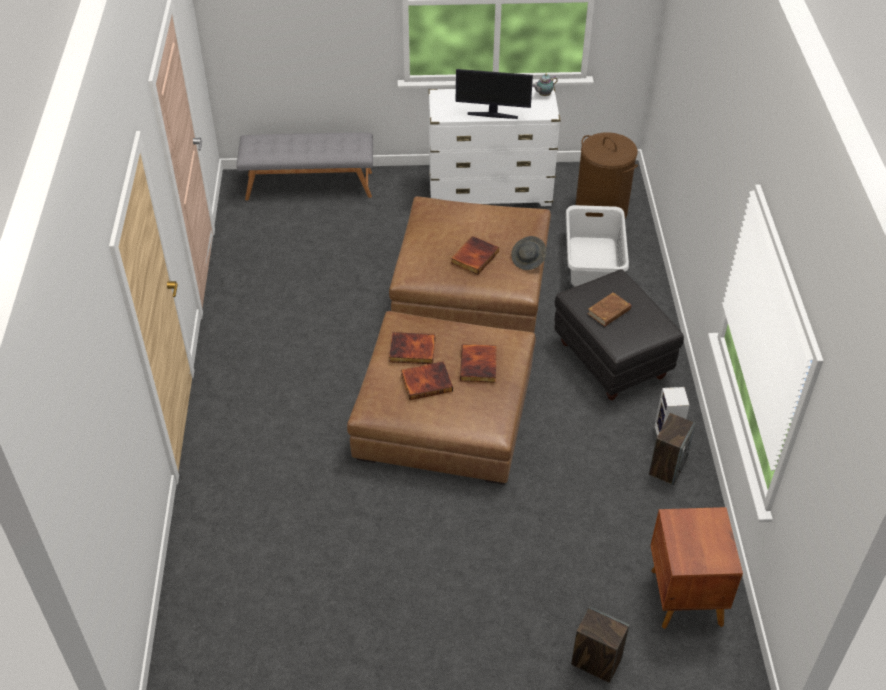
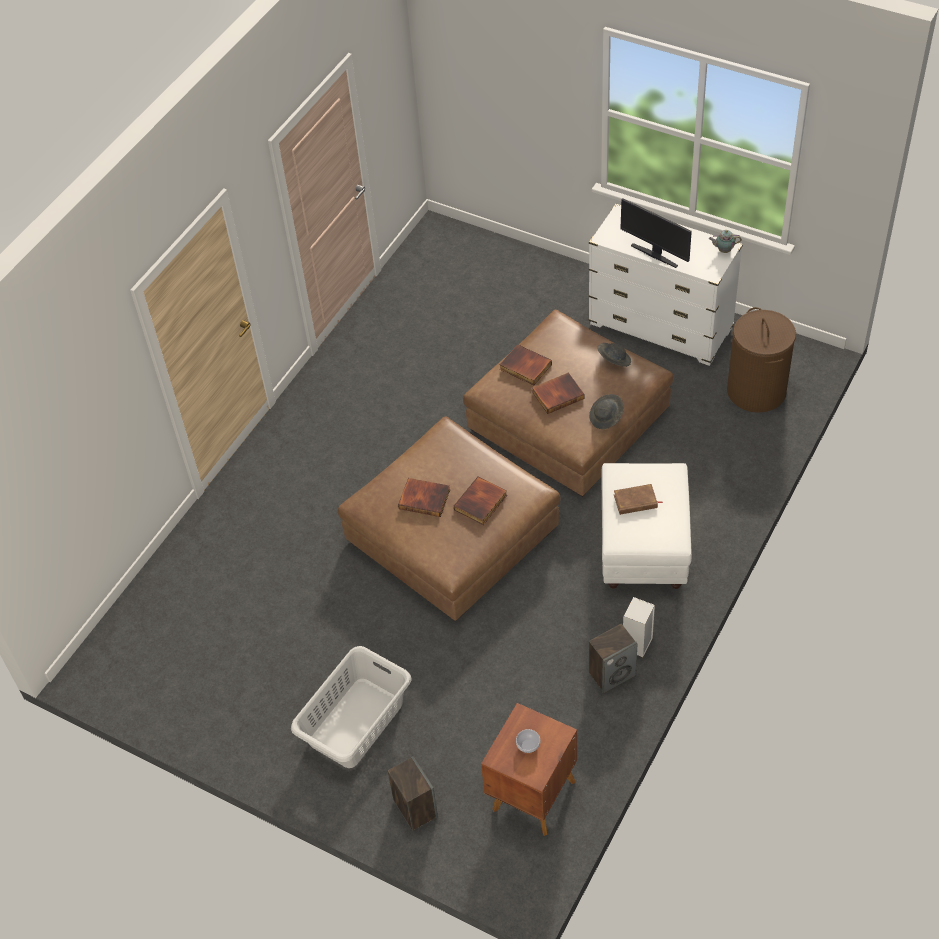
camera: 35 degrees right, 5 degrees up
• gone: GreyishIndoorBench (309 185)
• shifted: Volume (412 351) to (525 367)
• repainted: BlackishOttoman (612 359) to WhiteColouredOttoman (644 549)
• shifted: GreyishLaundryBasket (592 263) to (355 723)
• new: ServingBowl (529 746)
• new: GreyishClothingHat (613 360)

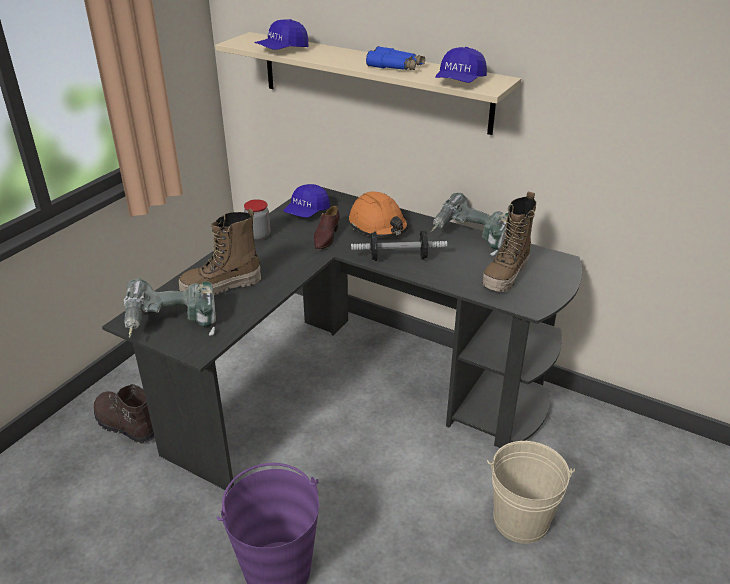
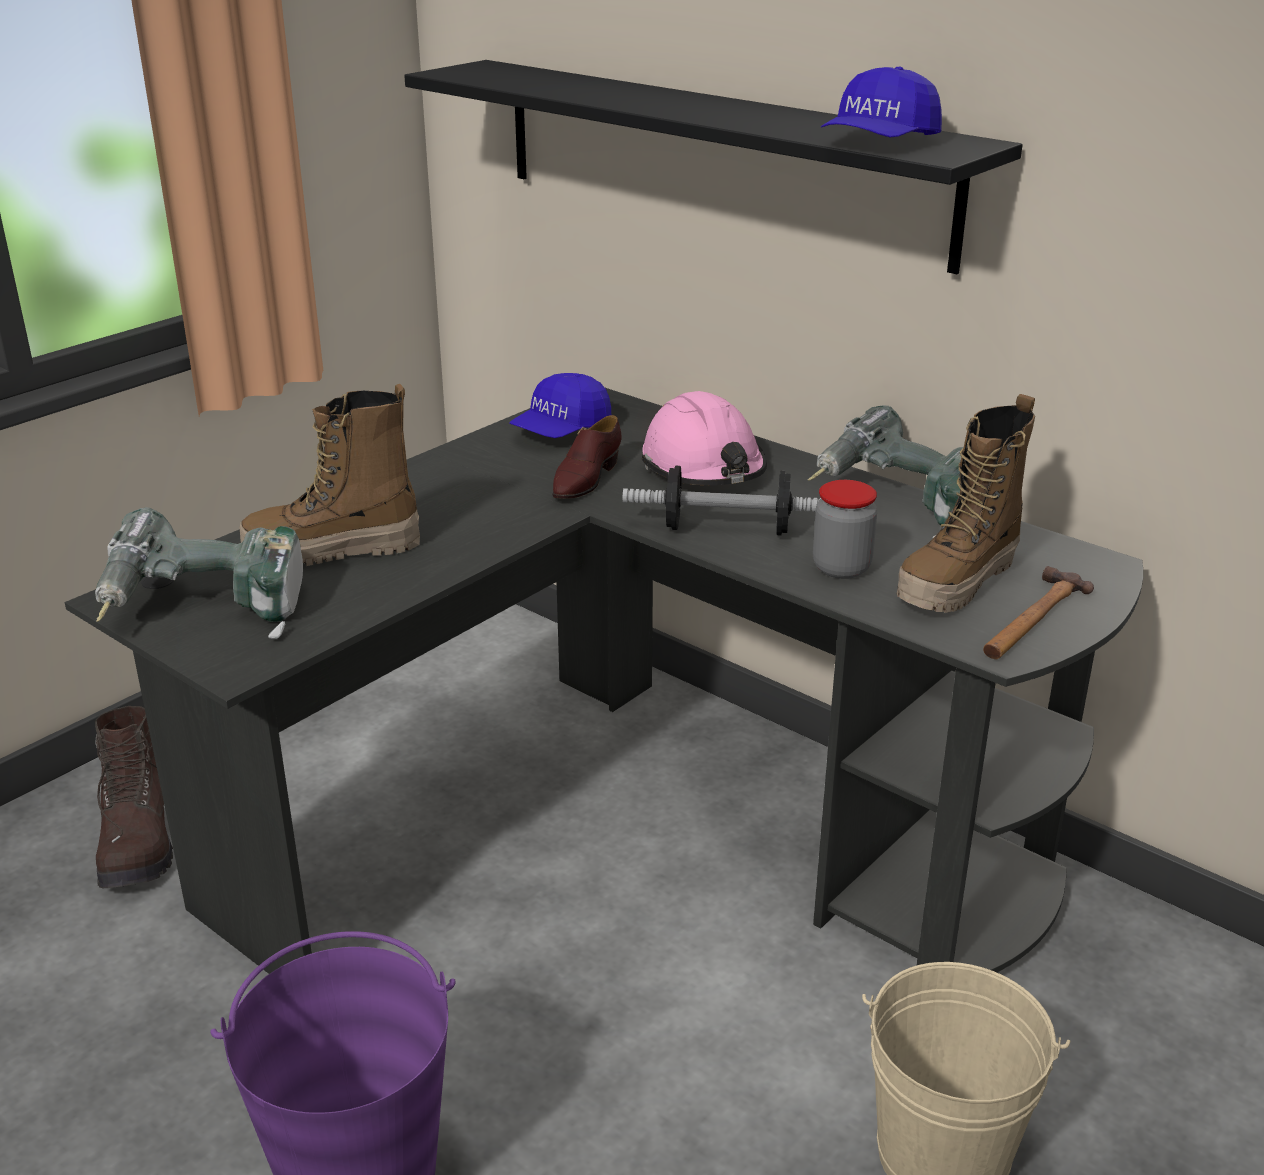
camera: 10 degrees right, 5 degrees down
• rotated: BrownishBoot (126 425) = (139 842) 150 degrees counterclockwise
• repainted: SandColouredWallShelf (373 81) to BlackishWallShelf (717 159)
• shifted: PreserveJar (258 235) to (841 568)
• gone: BluishPeakedCap (282 50)
• repainted: OrangeWorkHelmet (378 226) to PinkishWorkHelmet (704 468)
• gone: BluishFieldGlasses (396 67)
• new: HandHammer (1031 619)

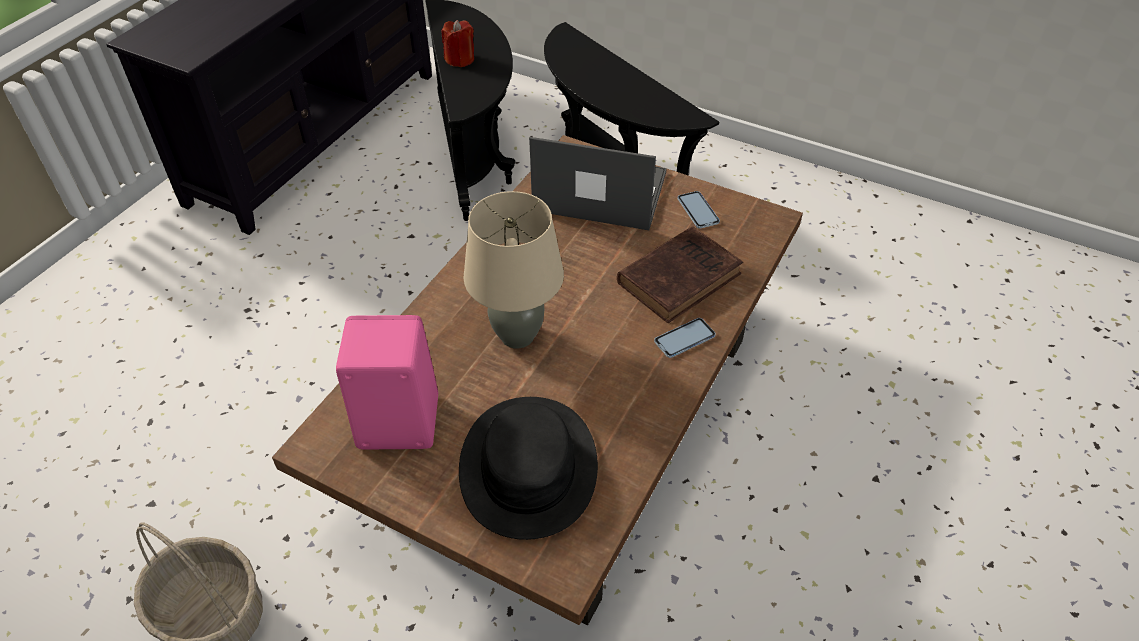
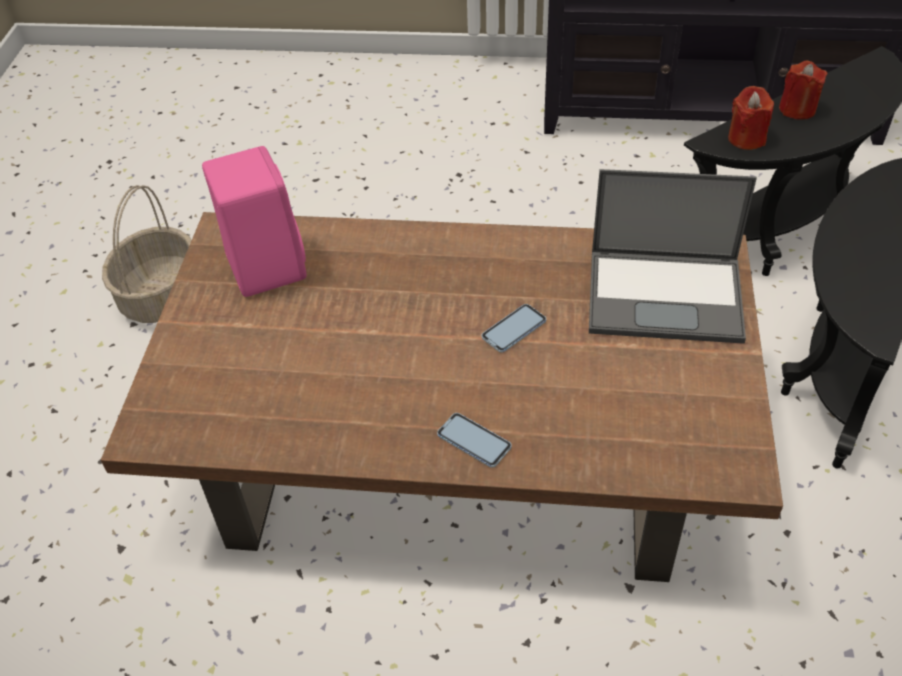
camera: 70 degrees right, 0 degrees up
• gone: BlackishClothingHat (527 467)
• gone: SandColouredTableLamp (517 335)
• rotated: PortableComputer (598 192) = (667 295) 105 degrees clockwise
• gone: BrownishVolume (681 277)
• shifted: Handset (698 211) to (514 329)
• new: ReddishWaxCandle (746 138)

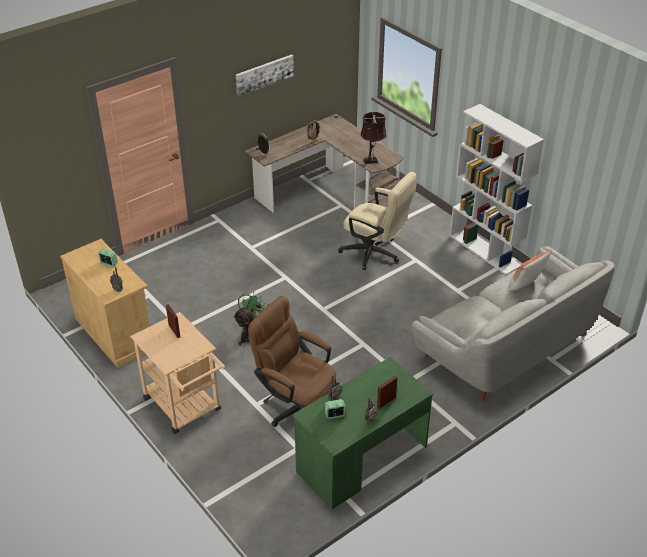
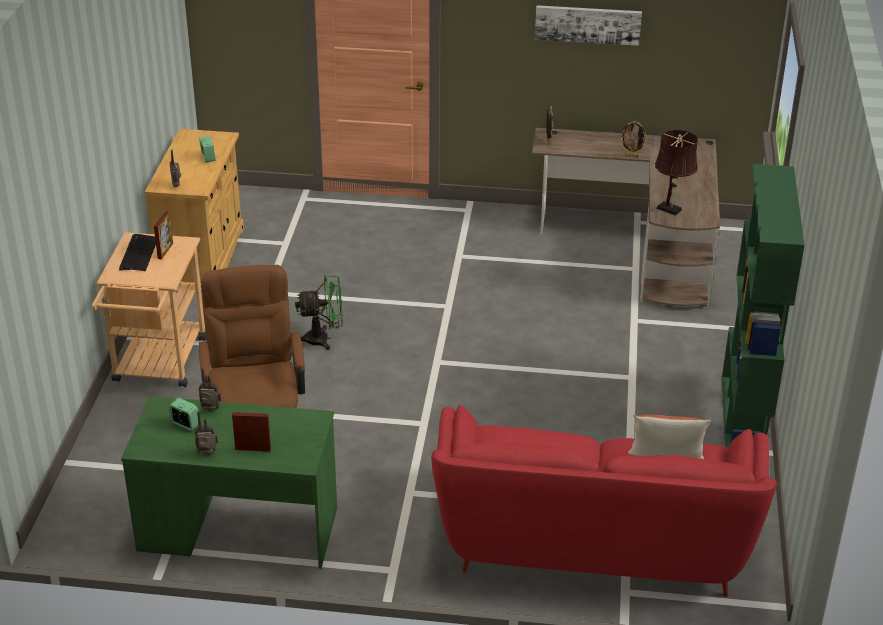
camera: 45 degrees right, 5 degrees down
• gone: SandColouredComputerChair (375 254)
• repainted: GreyishSofa (506 344) to ReddishSofa (594 535)
• repainted: WhiteColouredBookcase (485 251) to GreenColouredBookcase (743 421)
• new: ComputerKeyboard (138 253)

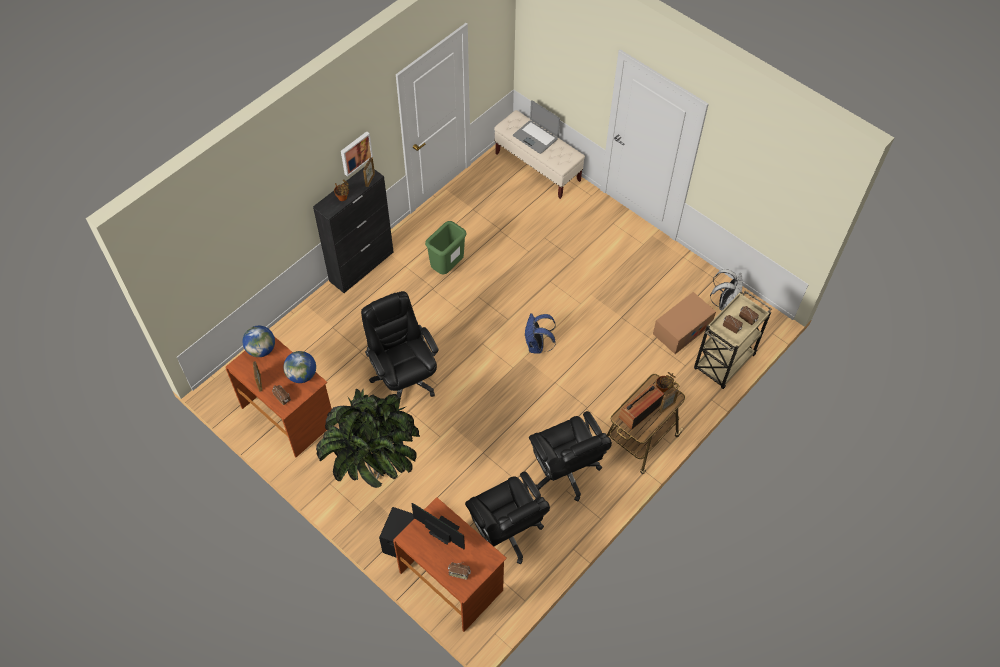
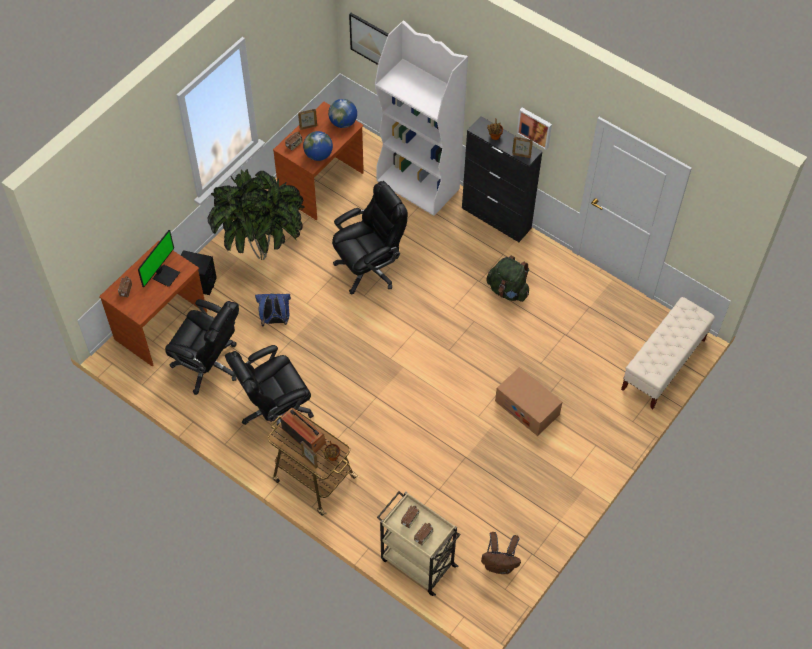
camera: 85 degrees right, 0 degrees up
• swapped: GreenColouredRubbishBin (447 266) to GreenColouredKnapsack (508 290)
• rotated: BlackishComputerChair (506 532) = (208 365) 120 degrees counterclockwise
• gone: PortableComputer (535 137)
• shifted: BluishKnapsack (537 346) to (275 320)
• shifted: Carton (682 329) to (527 408)
• repainted: WhiteColouredKnapsack (724 303) to BrownishKnapsack (499 565)
• new: WallArt (371 41)
• new: WhiteColouredBookcase (418 185)

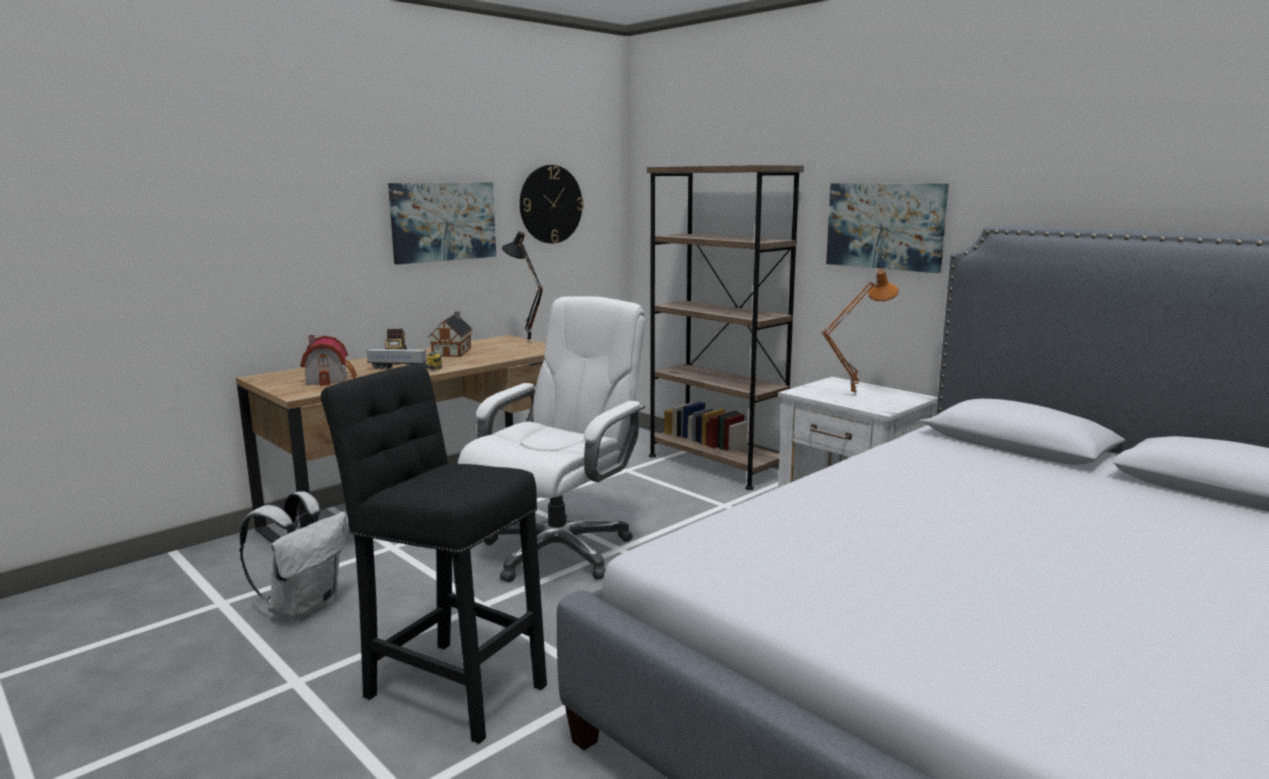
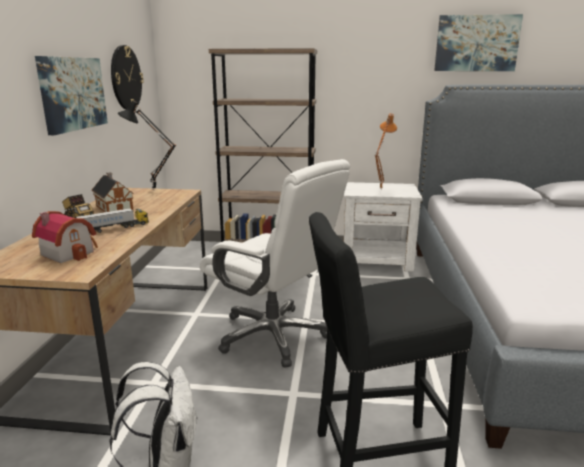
camera: 40 degrees left, 5 degrees up
• rotated: WhiteColouredComputerChair (558 550) = (273 335) 135 degrees clockwise
• shifted: WallArt (885 226) to (476 43)

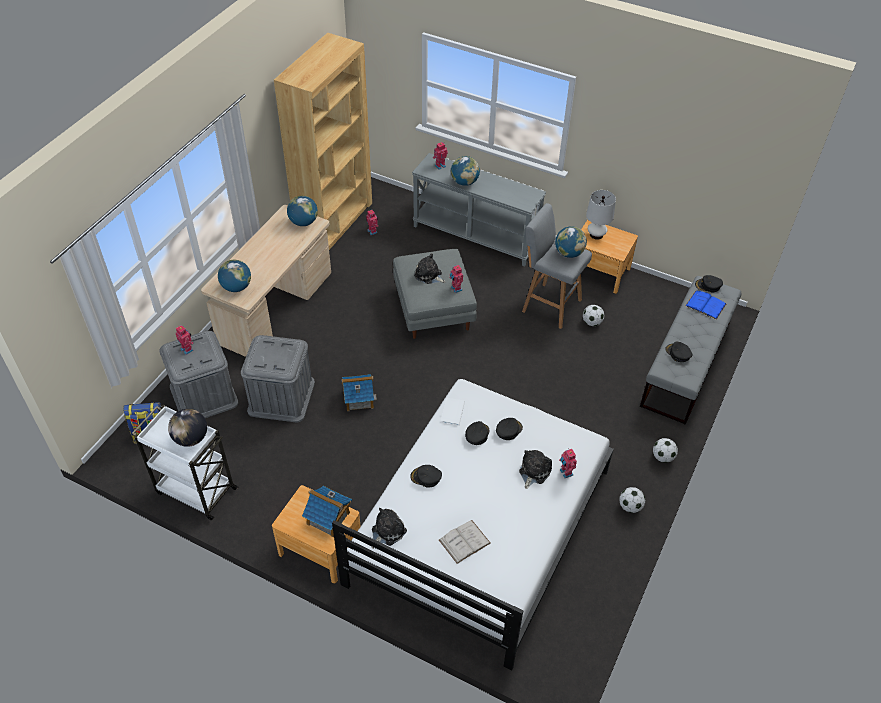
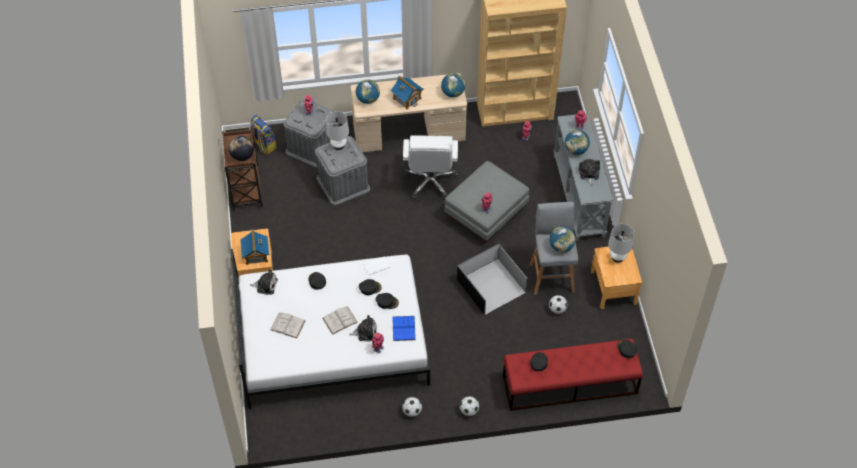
camera: 55 degrees right, 5 degrees up
• repainted: WhiteColouredCart (195 490) to BrownishCart (246 190)
• shifted: MiniatureHouse (358 399) to (407 98)
• shifted: SoftToy (429 275) to (588 174)
• repainted: GreyishIndoorBench (686 363) to ReddishIndoorBench (569 385)
• shifted: BluishVolume (705 305) to (403 328)
• new: WhiteColouredVolume (339 320)
• new: WhiteColouredTableLamp (338 145)
• new: WhiteColouredComputerChair (430 181)
• new: BlackishStorageContainer (490 286)

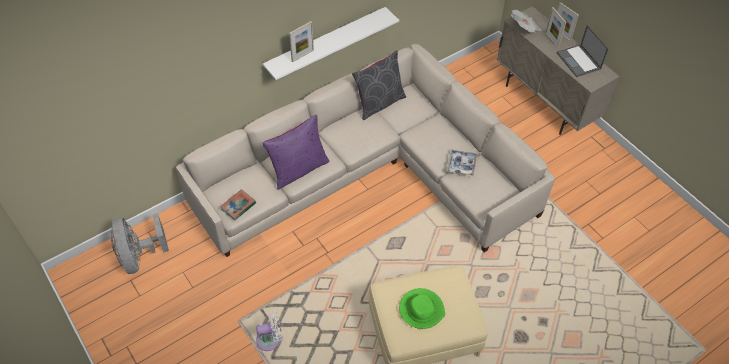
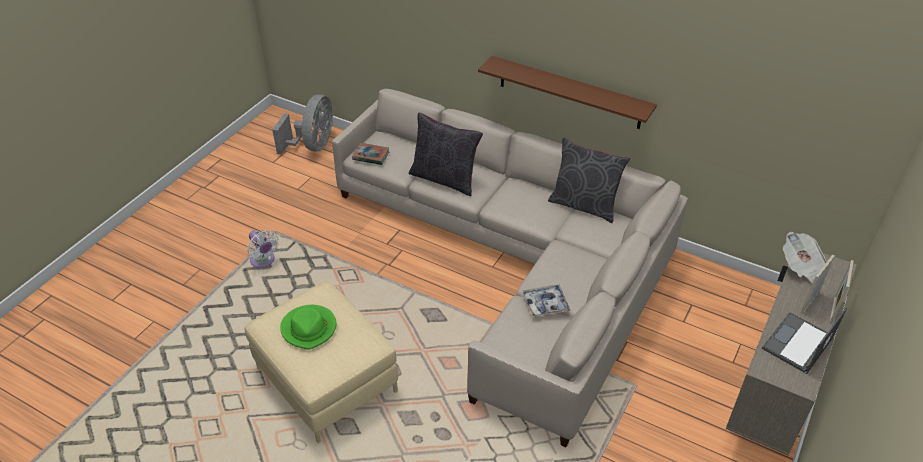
camera: 65 degrees right, 10 degrees down
• rotated: GreyishElectricFan (139 256) = (313 146) 150 degrees clockwise
• repainted: WhiteColouredWallShelf (326 44) to BrownishWallShelf (569 92)
• repainted: PurpleColouredThrowPillow (298 169) to BlackishThrowPillow (444 179)
• gone: StandingFrame (302 55)

